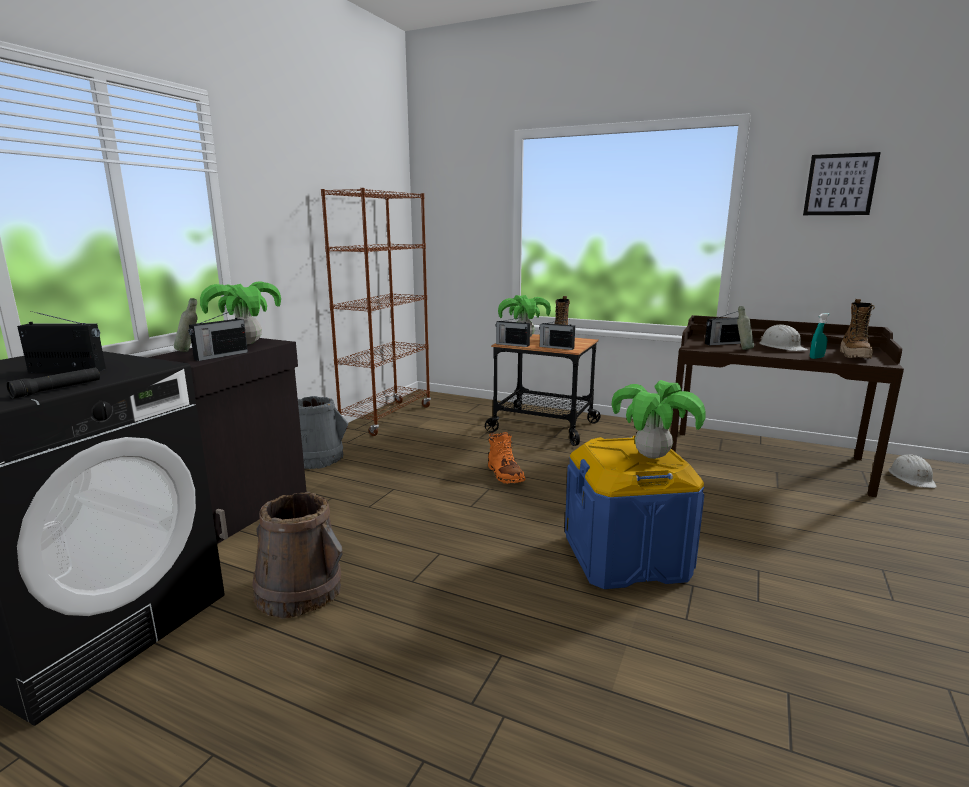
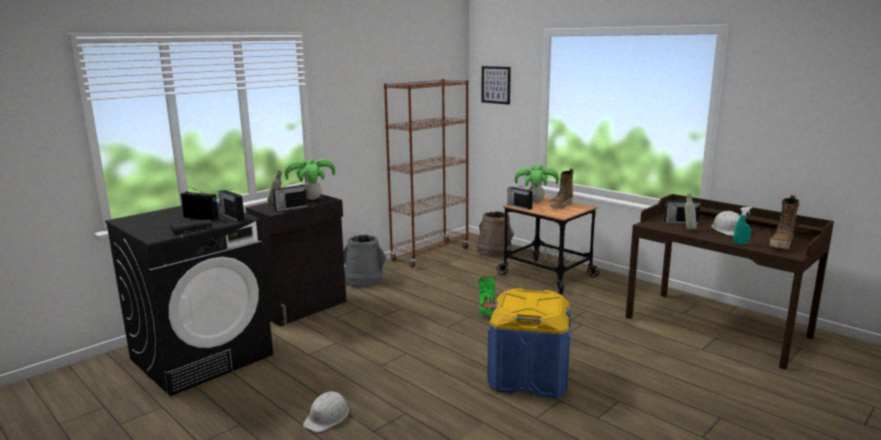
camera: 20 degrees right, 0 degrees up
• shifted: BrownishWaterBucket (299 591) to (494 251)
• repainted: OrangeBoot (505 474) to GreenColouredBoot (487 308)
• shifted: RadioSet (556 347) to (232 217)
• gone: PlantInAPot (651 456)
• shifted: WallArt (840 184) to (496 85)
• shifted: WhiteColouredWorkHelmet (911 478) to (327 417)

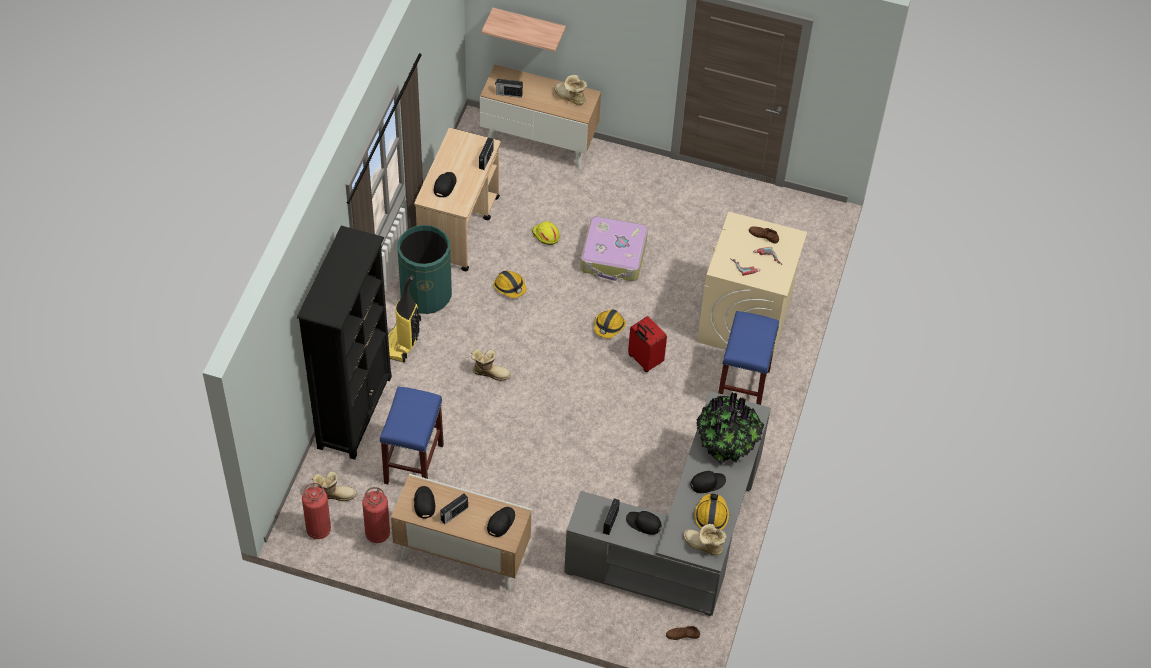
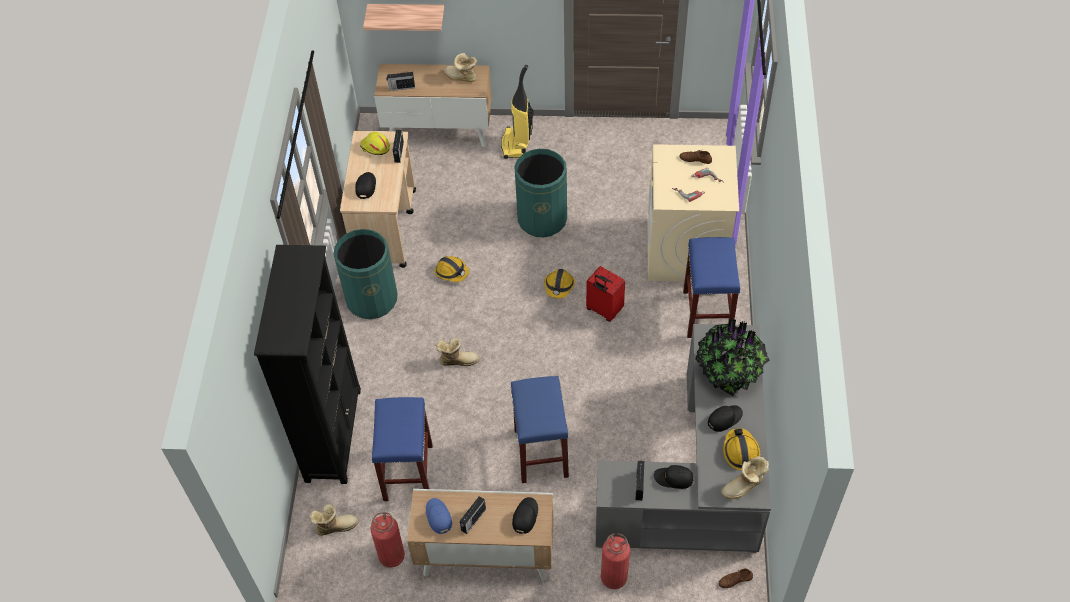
camera: 10 degrees left, 0 degrees up
• shifted: FireExtinguisher (318 529) to (614 577)
• shifted: Vacuum (402 344) to (516 144)
• repainted: BlackishPeakedCap (424 503) to BluishPeakedCap (438 517)
• shifted: YellowWorkHelmet (545 235) to (375 147)
• swapped: TravelCase (614 256) to GreenColouredRubbishBin (542 219)
• rotated: Boot (703 546) = (744 487) 45 degrees counterclockwise
• new: BluishSittingStool (540 452)

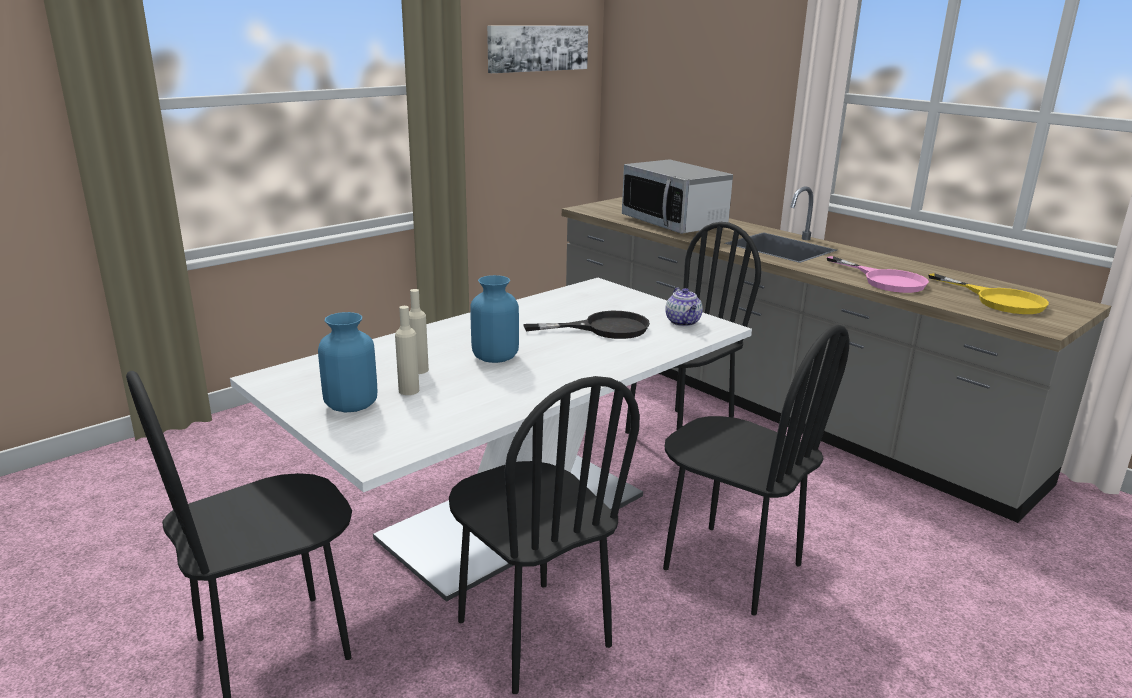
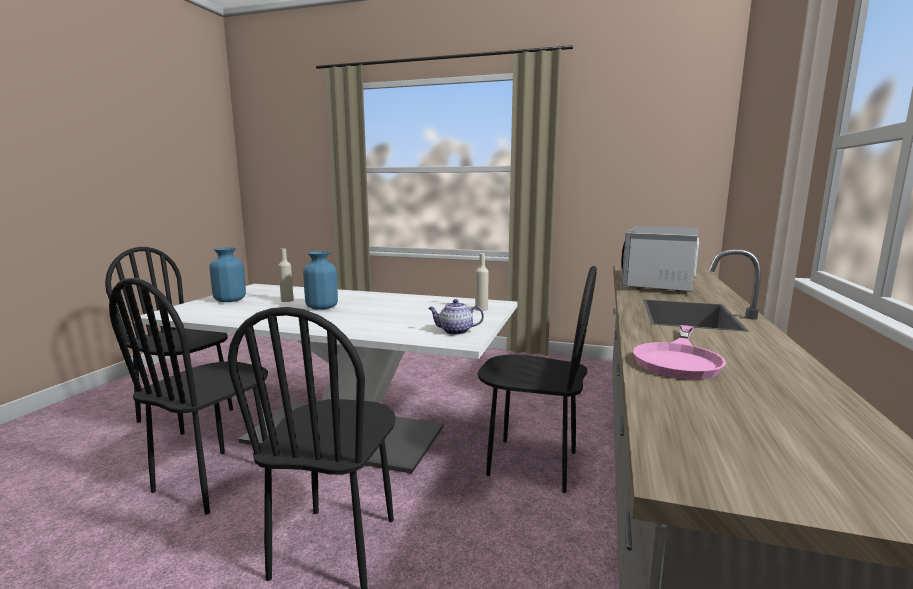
camera: 60 degrees right, 10 degrees down
• shifted: SandColouredBeverageBottle (409 390) to (481 309)
• gone: WallArt (538 48)
• gone: BlackishSkillet (604 328)
• rotated: Teapot (683 322) = (455 331) 45 degrees clockwise
• gone: YellowSkillet (999 300)

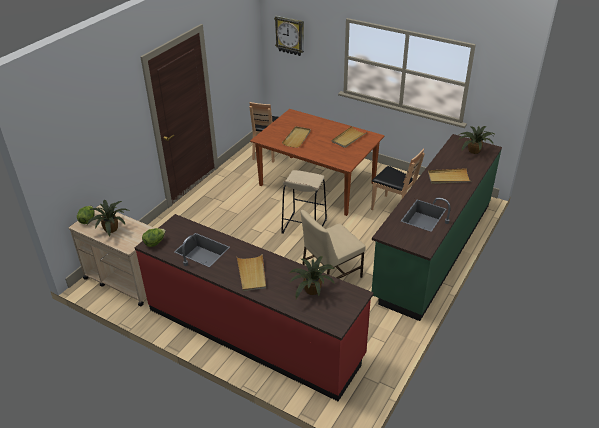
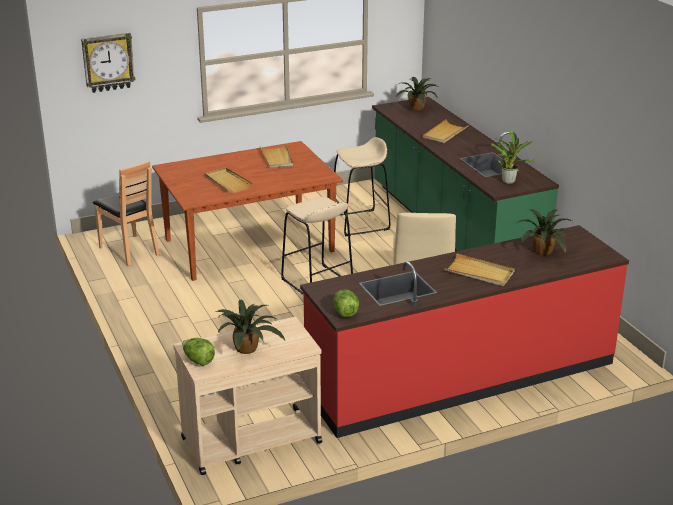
camera: 55 degrees left, 10 degrees down
• swapped: BrownishUprightChair (393 208) to SandColouredSittingStool (360 223)
• new: PlantInAPot (509 181)

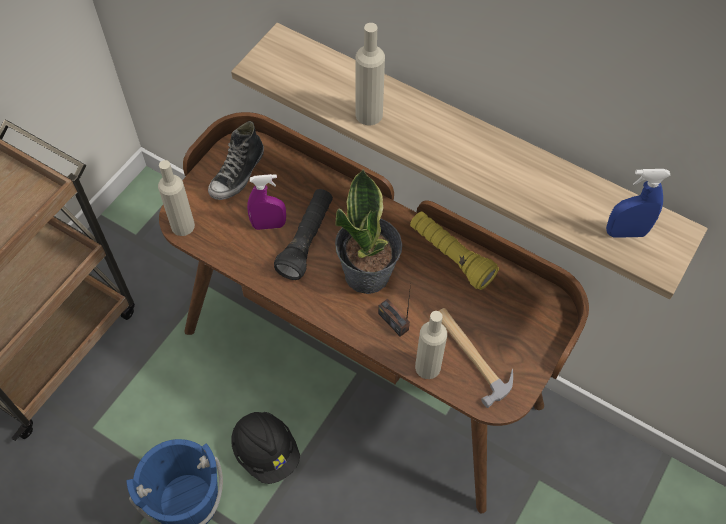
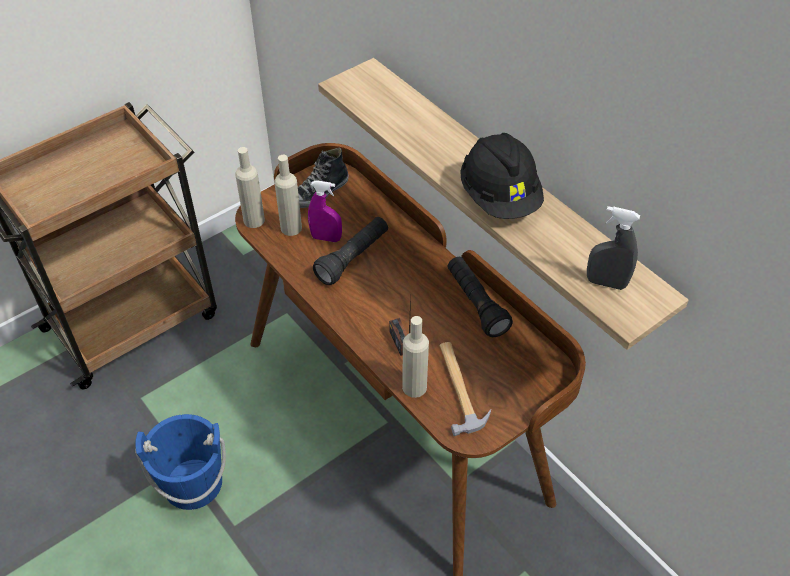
camera: 20 degrees right, 10 degrees down
• shifted: BlackishWorkHelmet (266 451) to (499 197)
• gone: PlantInAPot (368 274)
• shifted: SandColouredBeverageBottle (369 114) to (291 228)
• repainted: YellowHandTorch (450 256) to BlackishHandTorch (475 304)
• repainted: BluishSprayBottle (626 232) to GreyishSprayBottle (606 283)

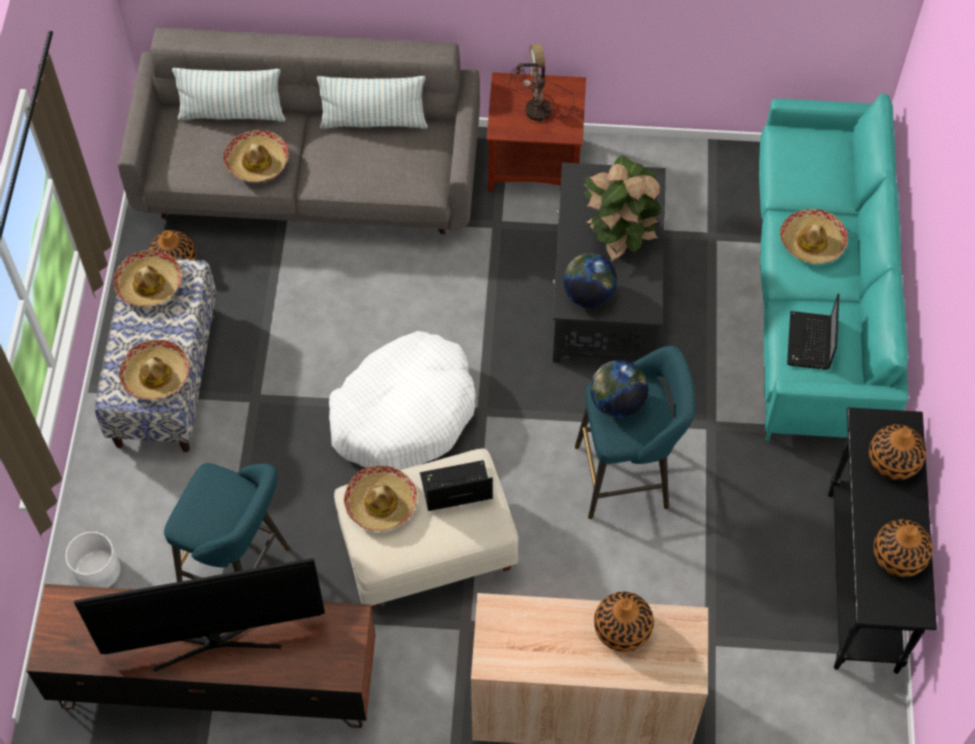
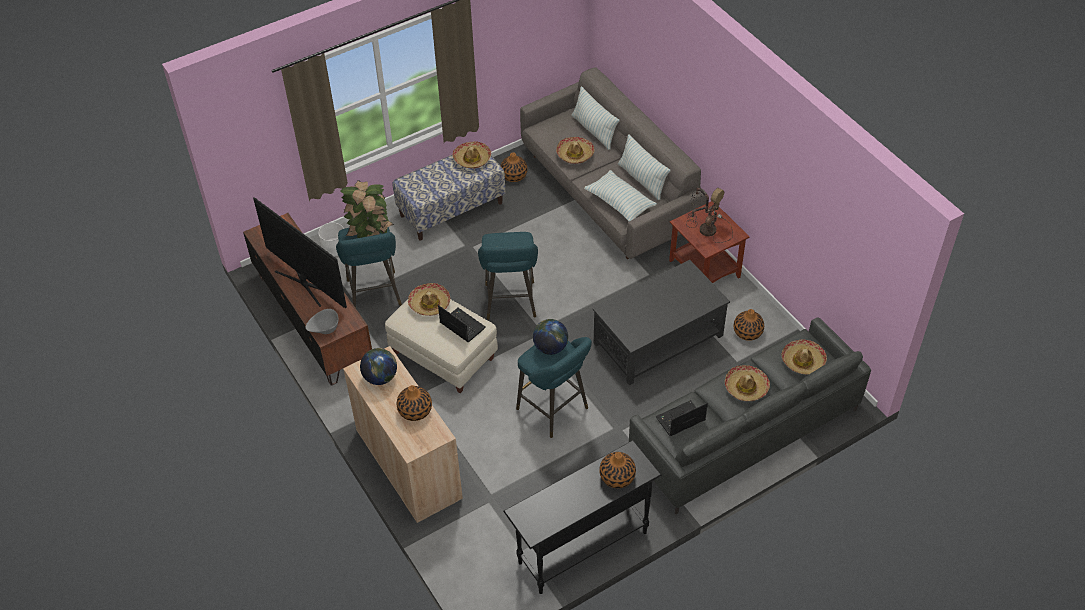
camera: 55 degrees right, 10 degrees down
• shifted: ClothingHat (156 375) to (803 361)
• swapped: WhiteColouredPetBed (404 413) to BlueGreenSittingStool (510 303)
• shifted: DeskGlobe (588 295) to (380 377)
• shifted: PlantInAPot (618 237) to (370 234)
• repainted: BlueGreenSofa (817 298) to GreyishSofa (743 432)
• shifted: FlowerVase (899 556) to (748 332)
• new: GreyishServingBowl (324 329)
• new: ThrowPillow (620 203)

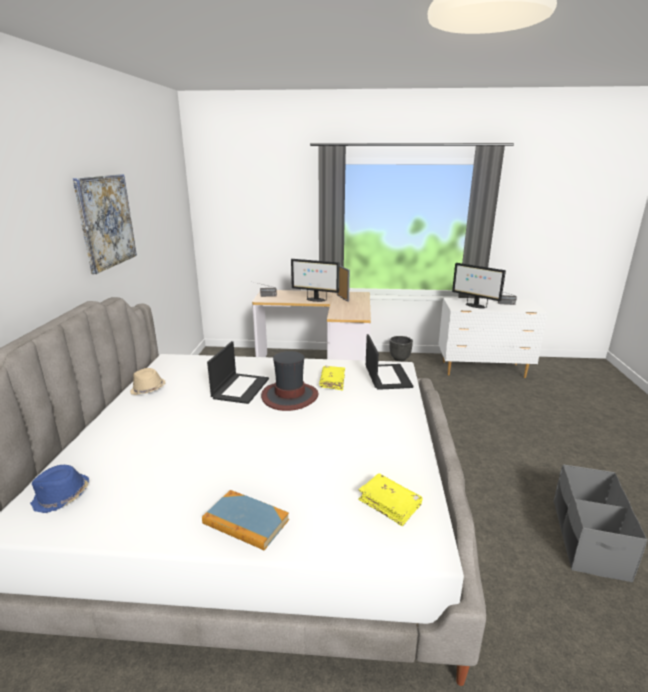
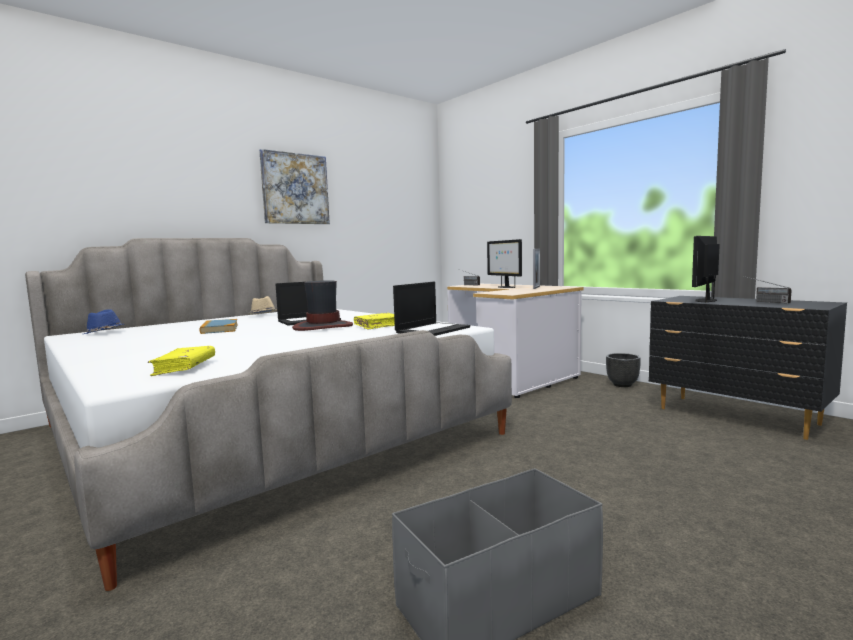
camera: 45 degrees right, 15 degrees down
• shifted: Volume (246 522) to (219 329)
• repainted: WhiteColouredChestOfDrawers (484 370) to BlackishChestOfDrawers (737 417)
• rotated: ComputerScreen (475 306) = (705 300) 45 degrees clockwise

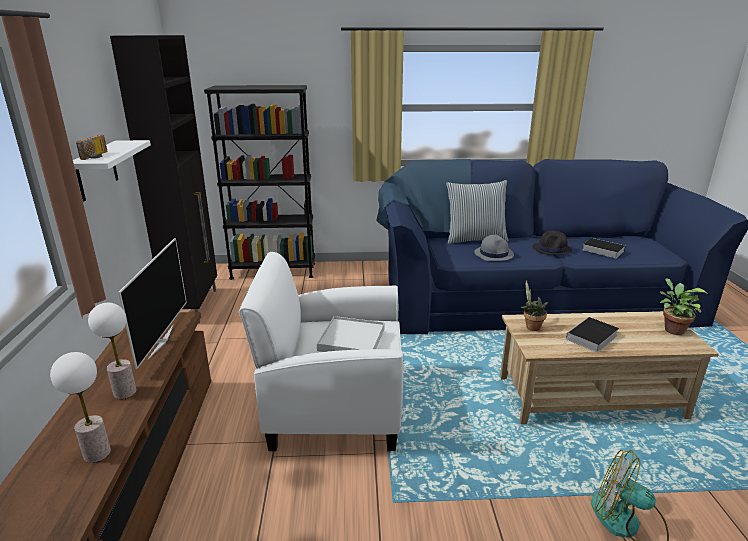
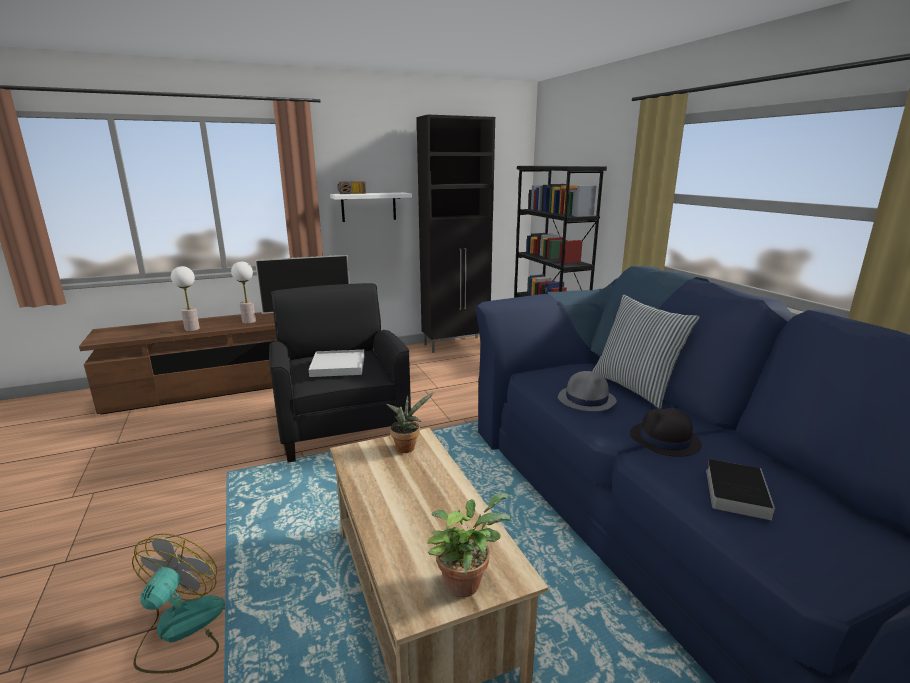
camera: 70 degrees right, 5 degrees down
• repainted: WhiteColouredArmchair (333 407) to BlackishArmchair (341 425)
• gone: Volume (591 338)

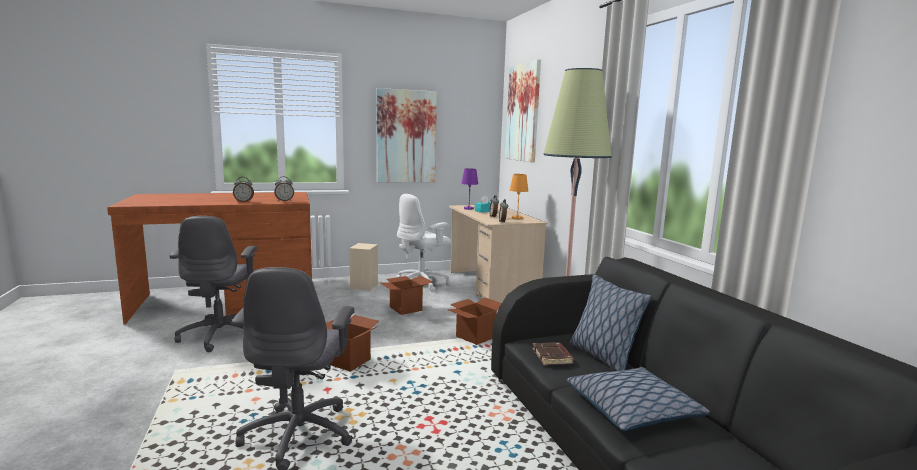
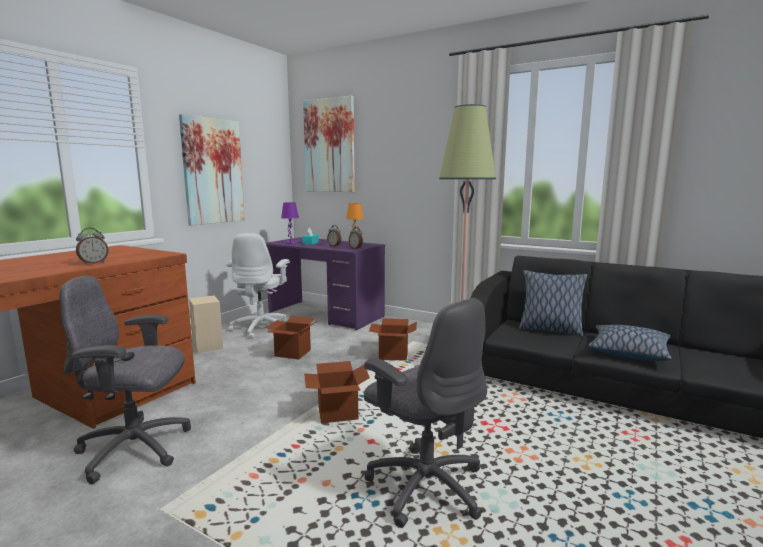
camera: 40 degrees left, 0 degrees up
• rotated: GreyishComputerChair (220 335) = (136 449) 135 degrees clockwise
• gone: AlarmClock (284 201)
• repainted: SandColouredDeskUnit (491 286) to PurpleColouredDeskUnit (325 315)
• gone: BrownishVolume (553 357)

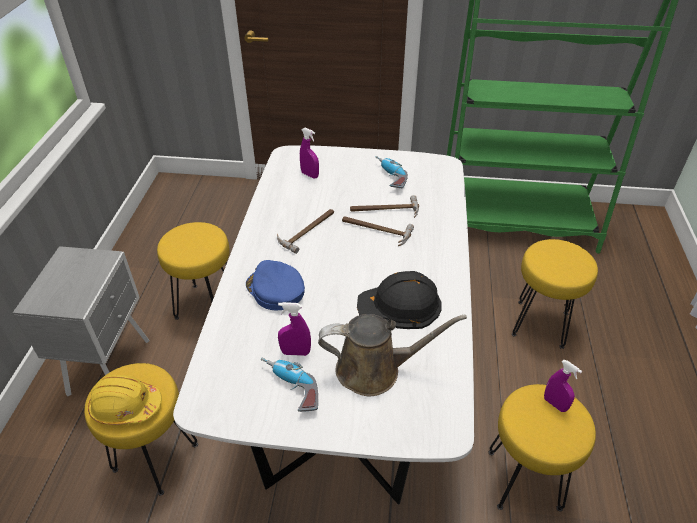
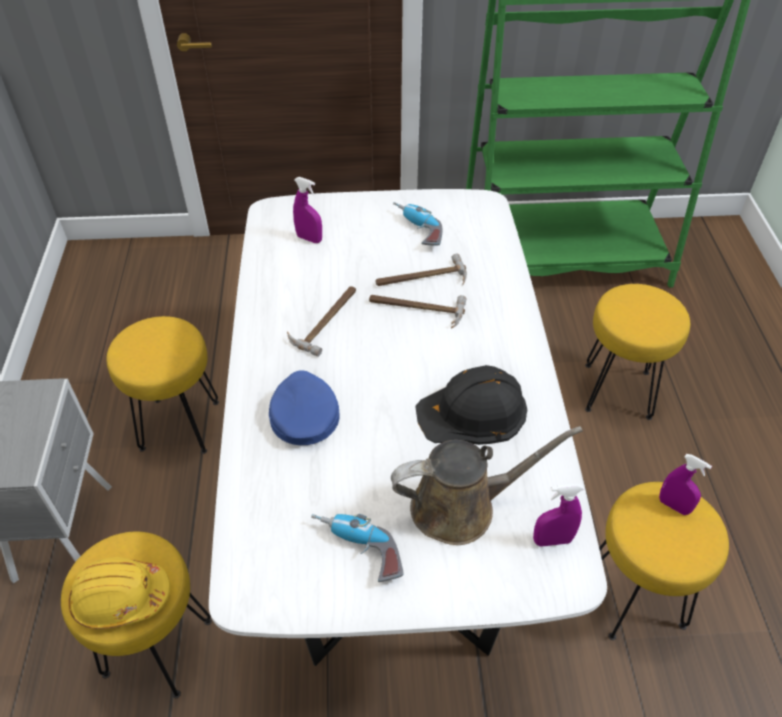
camera: 10 degrees left, 5 degrees up
• rotated: BluishPeakedCap (275 290) = (303 412) 45 degrees clockwise
• shifted: PurpleColouredSprayBottle (295 352) to (552 540)

